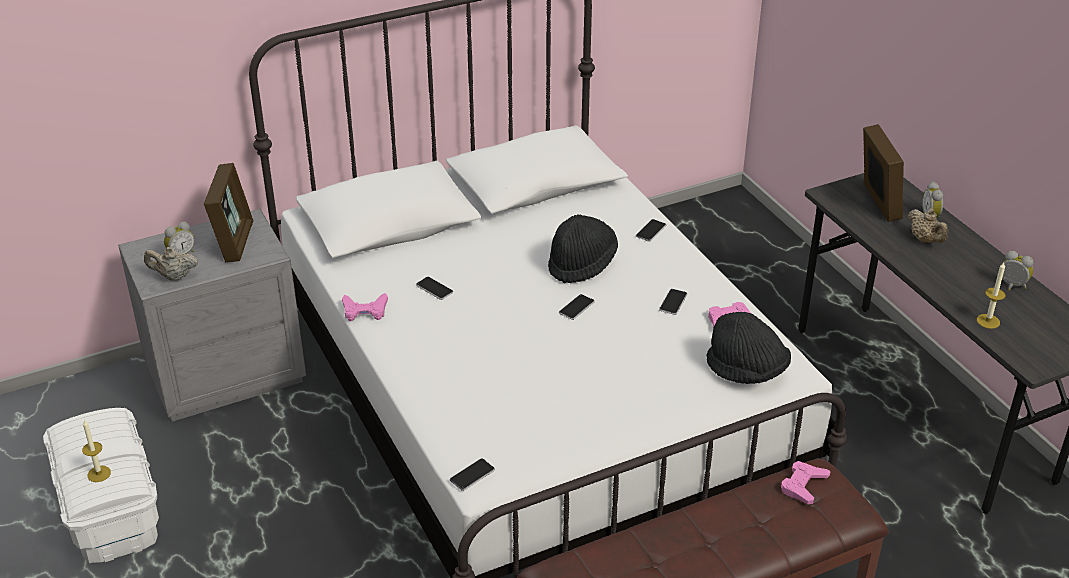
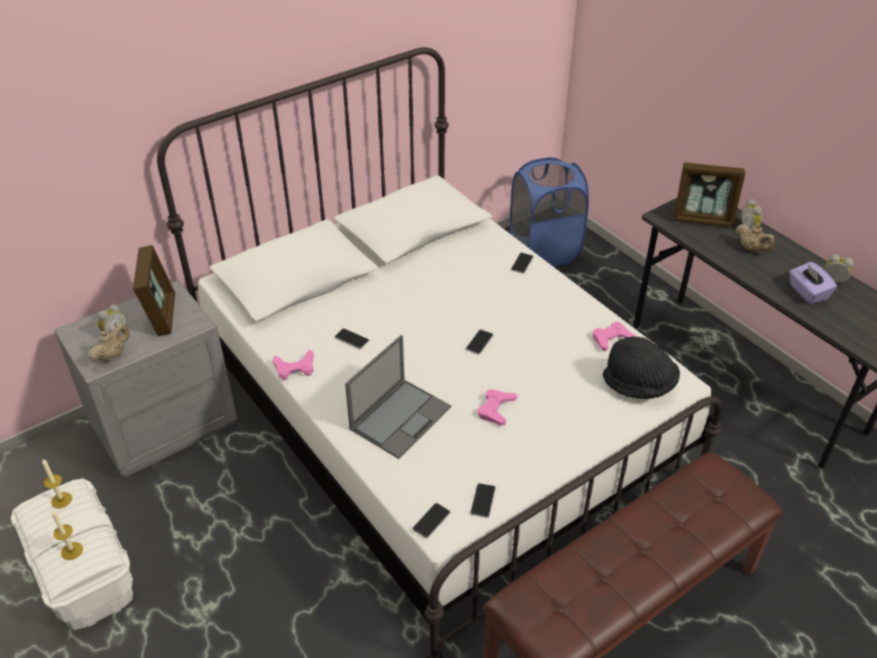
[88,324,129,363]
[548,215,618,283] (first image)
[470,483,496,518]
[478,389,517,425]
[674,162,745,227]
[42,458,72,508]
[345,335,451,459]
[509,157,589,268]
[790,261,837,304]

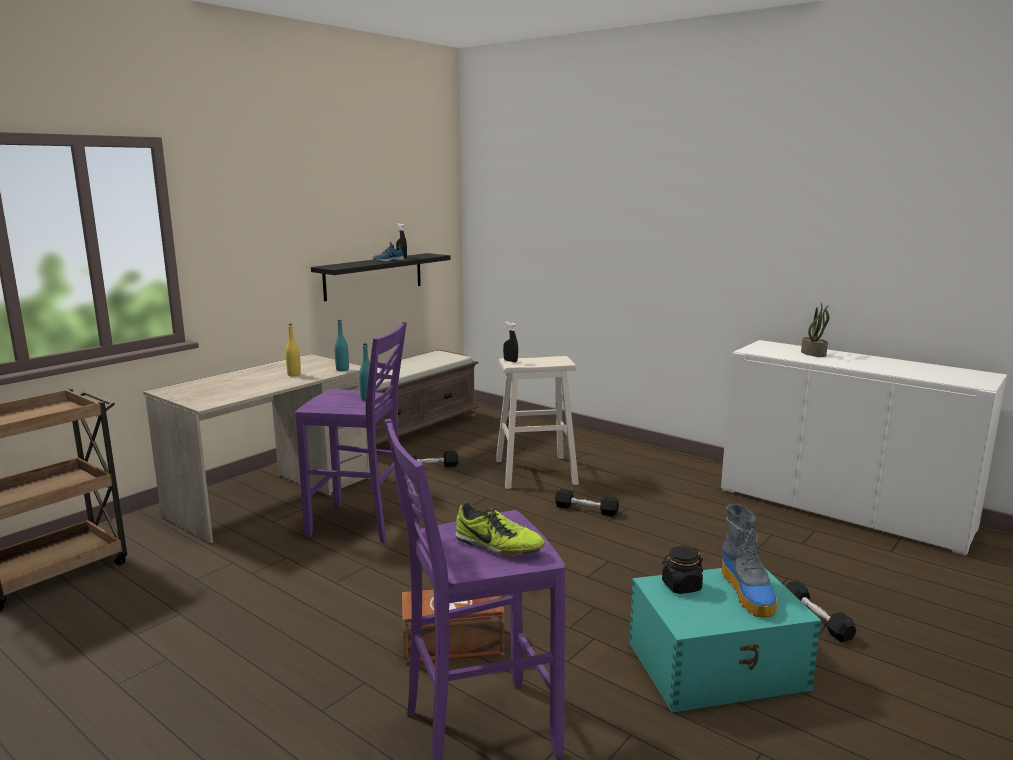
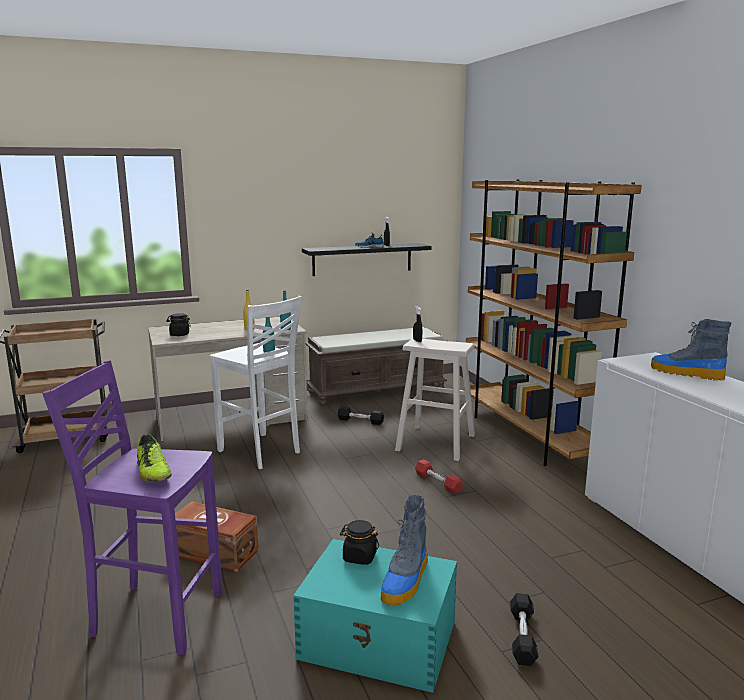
[210,296,302,469]
[415,459,463,494]
[651,319,731,381]
[166,313,191,336]
[466,179,642,466]

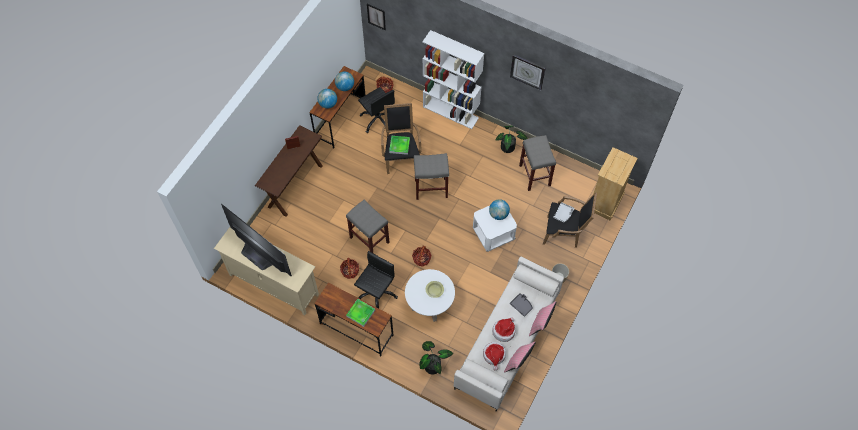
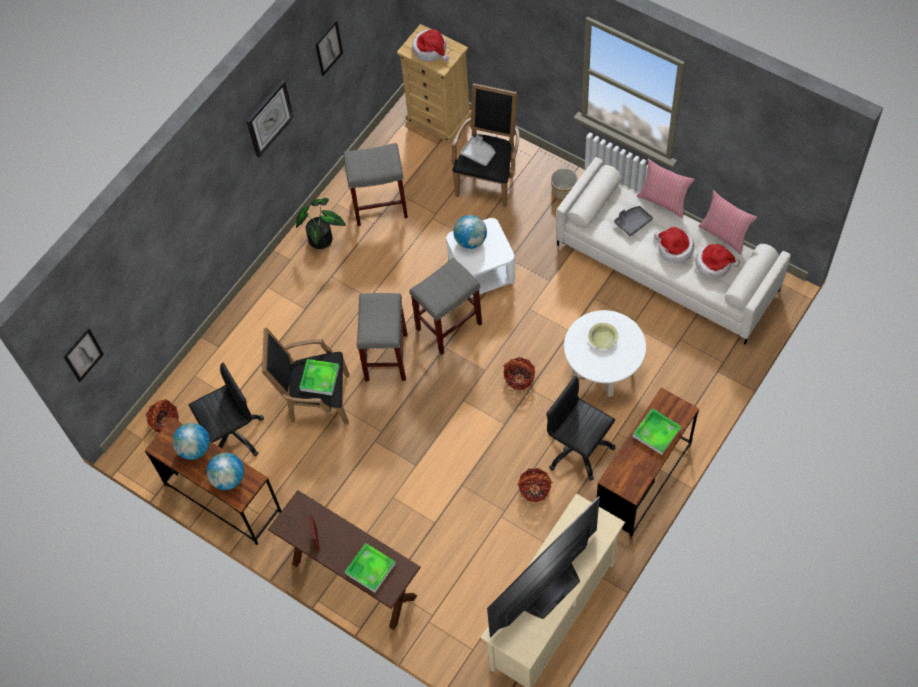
[409,258,482,355]
[419,341,453,375] (first image)
[422,30,484,129] (first image)
[315,20,343,76]
[345,543,396,593]
[412,29,449,62]

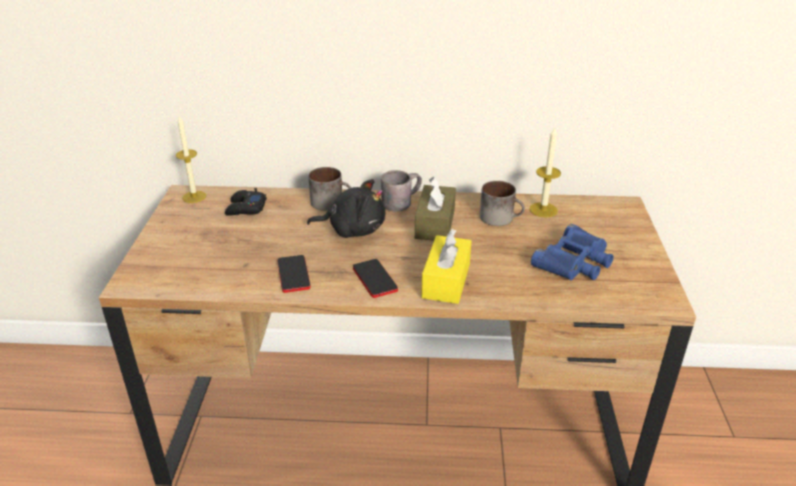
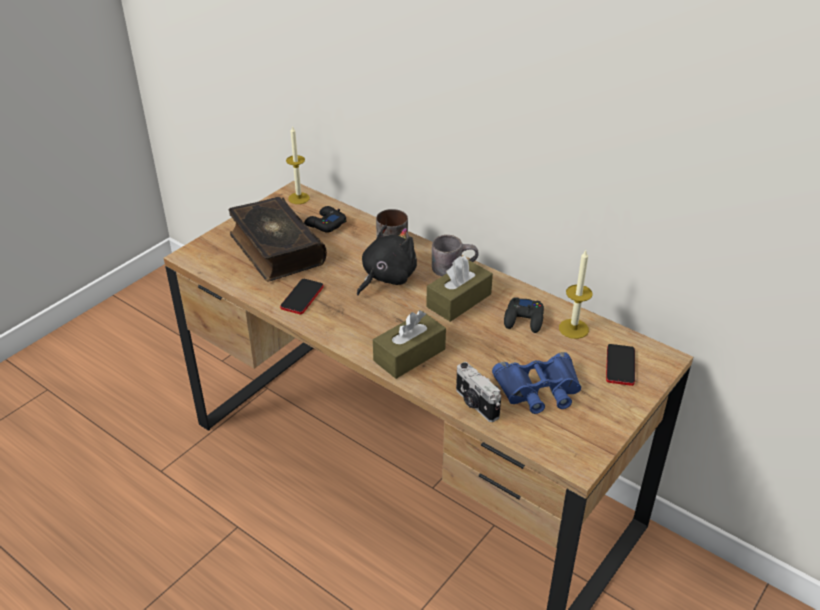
[357,224,417,295]
[606,344,635,386]
[373,310,446,379]
[504,297,544,333]
[228,197,327,281]
[456,362,501,422]

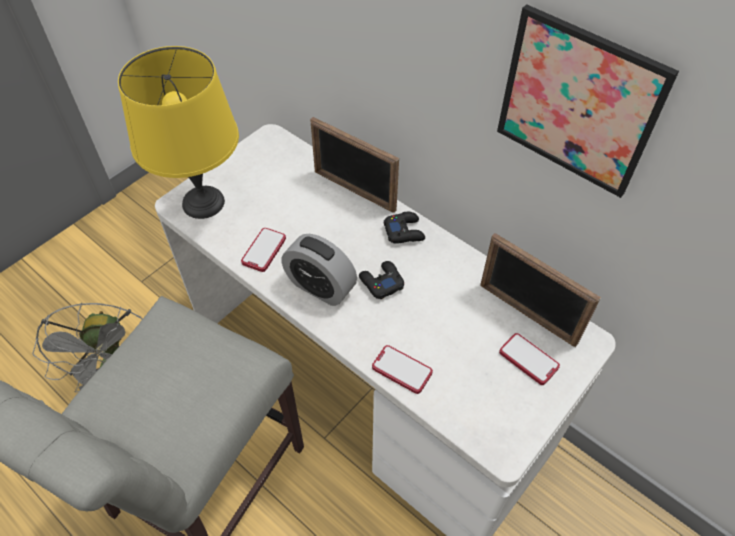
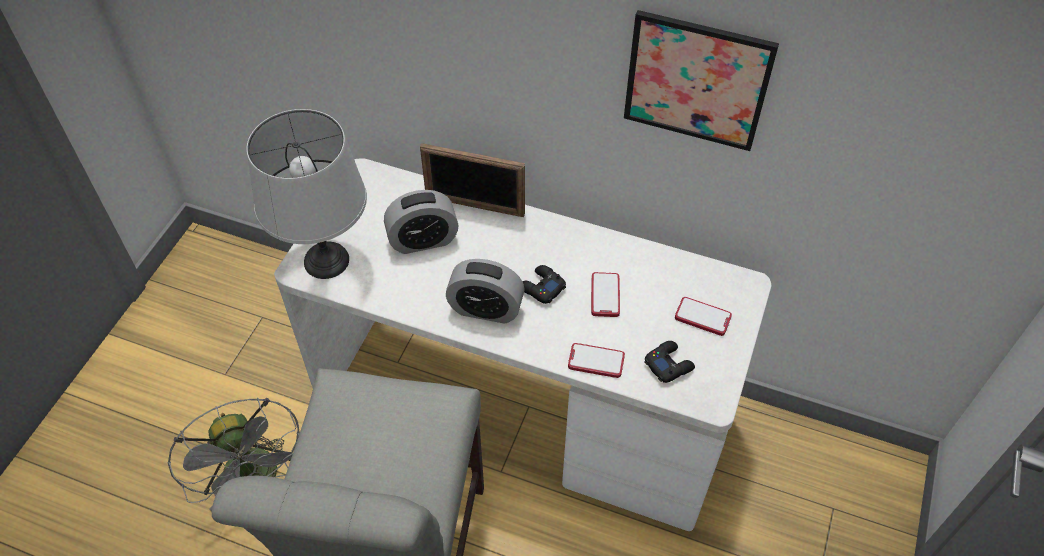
[247,109,367,279]
[591,272,620,317]
[644,341,695,383]
[480,233,601,347] (first image)
[384,190,459,254]

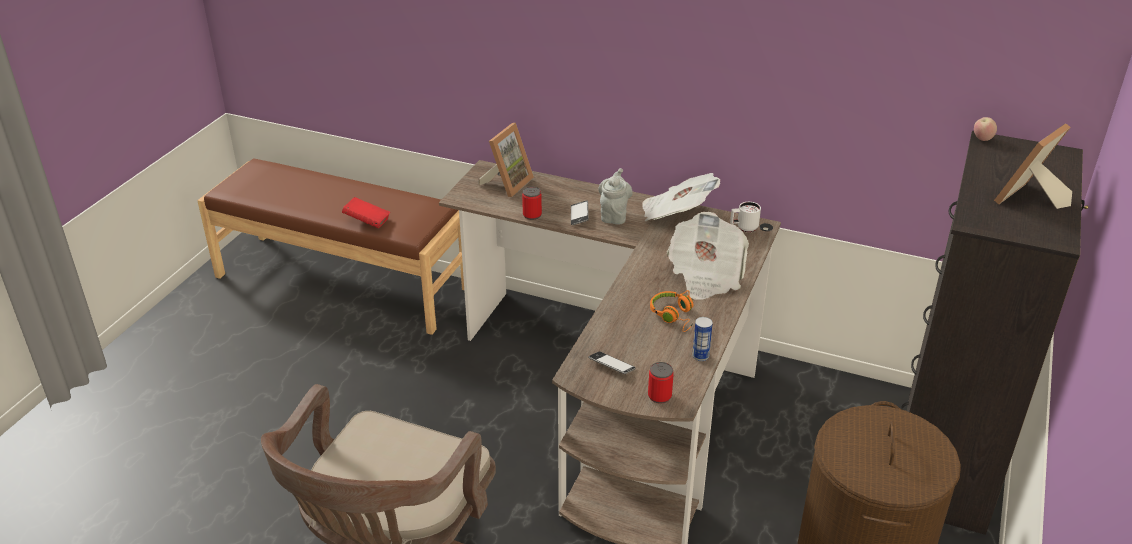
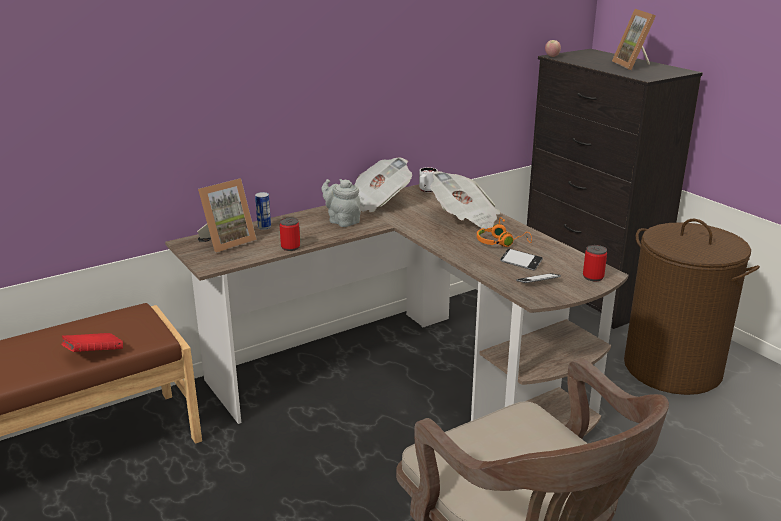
[197,178,257,252]
[500,249,543,270]
[255,192,271,230]

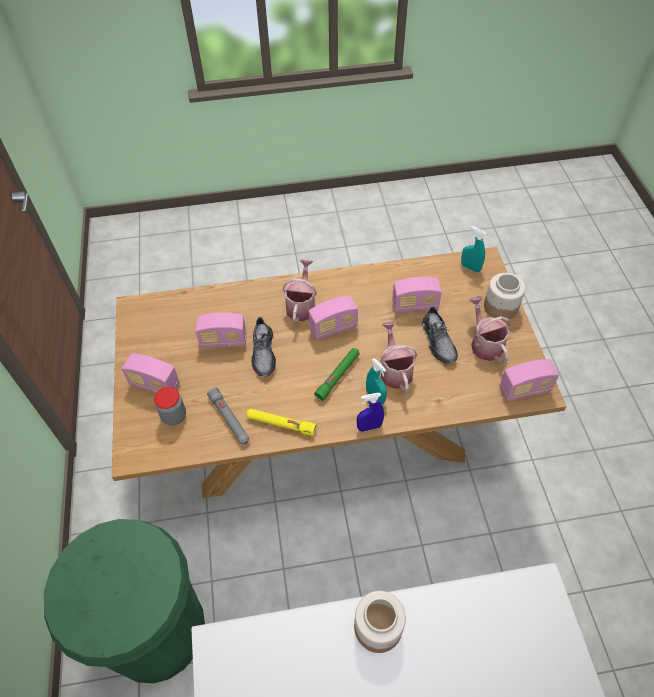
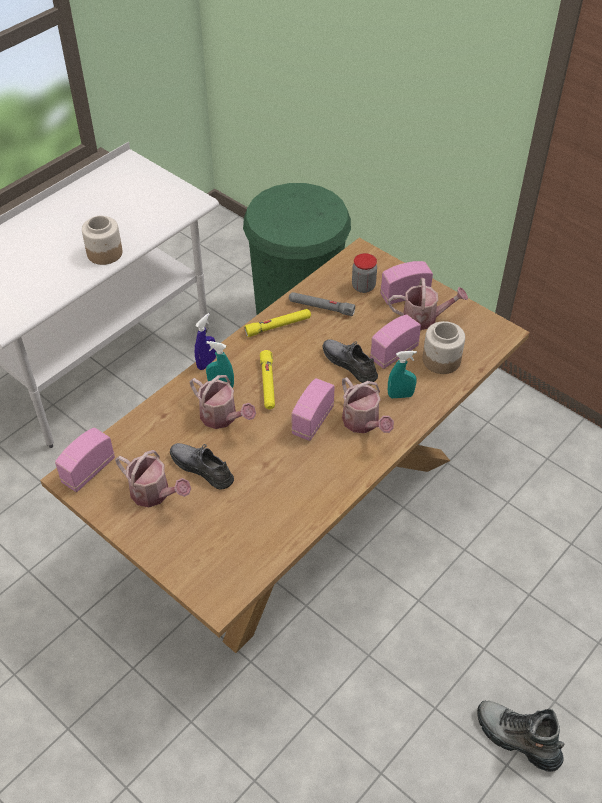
[260,350,275,409]
[392,277,442,313] (first image)
[388,351,417,398]
[423,321,465,374]
[388,278,468,330]
[477,701,564,772]

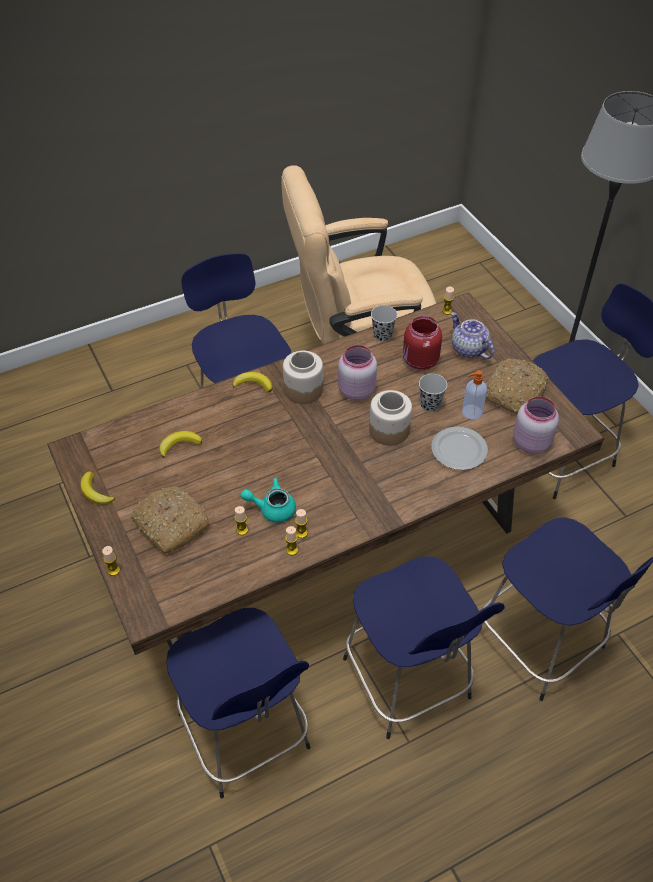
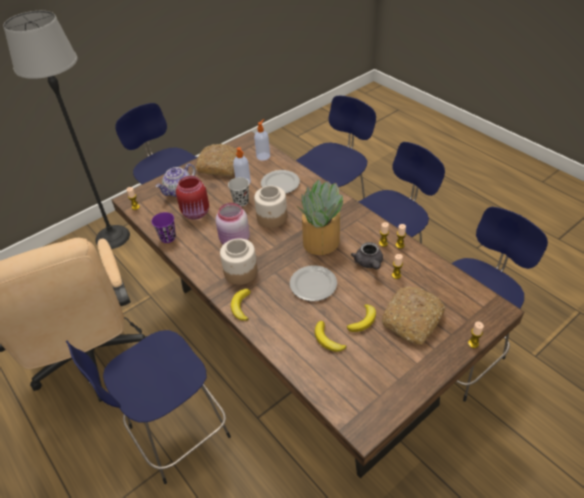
[347,304,376,332]
[351,242,383,270]
[151,212,176,243]
[254,119,270,161]
[290,265,337,301]
[297,180,343,255]

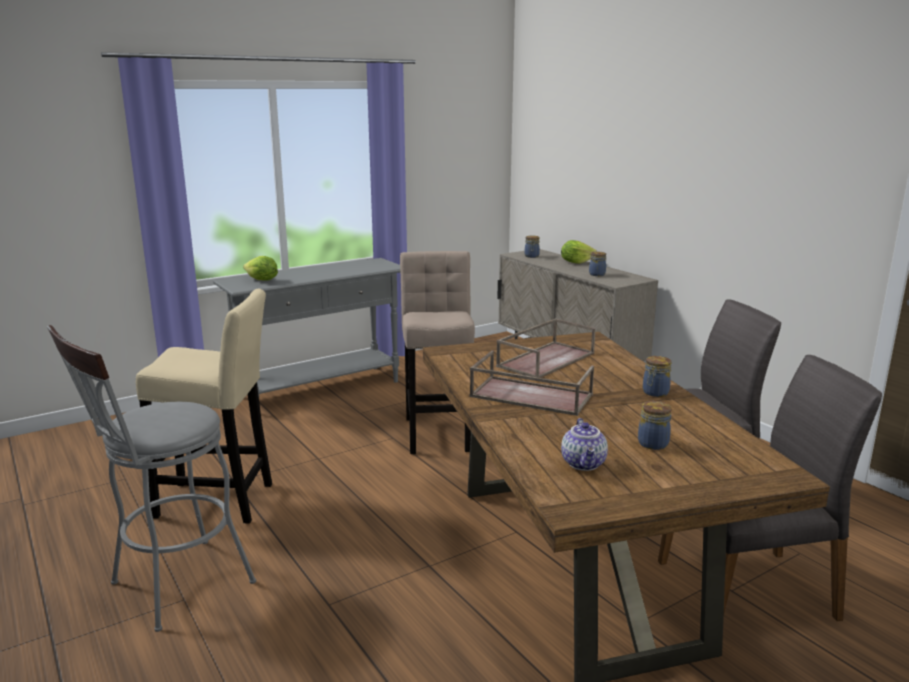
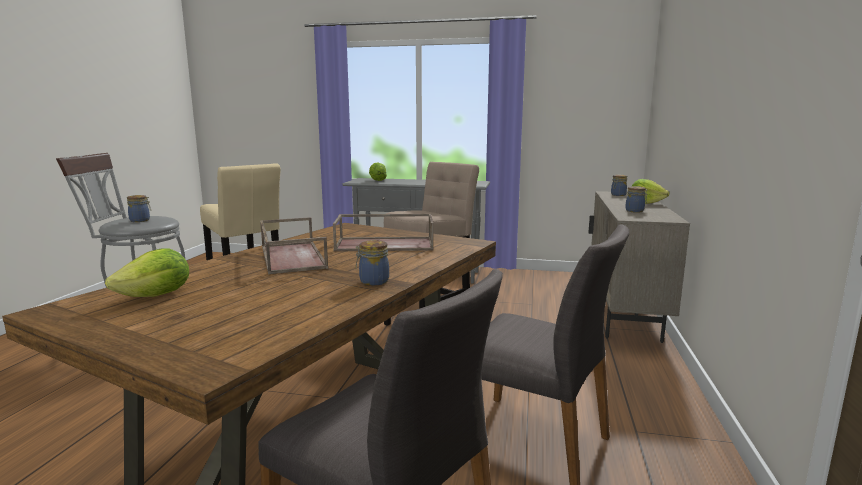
[105,248,189,297]
[127,195,151,222]

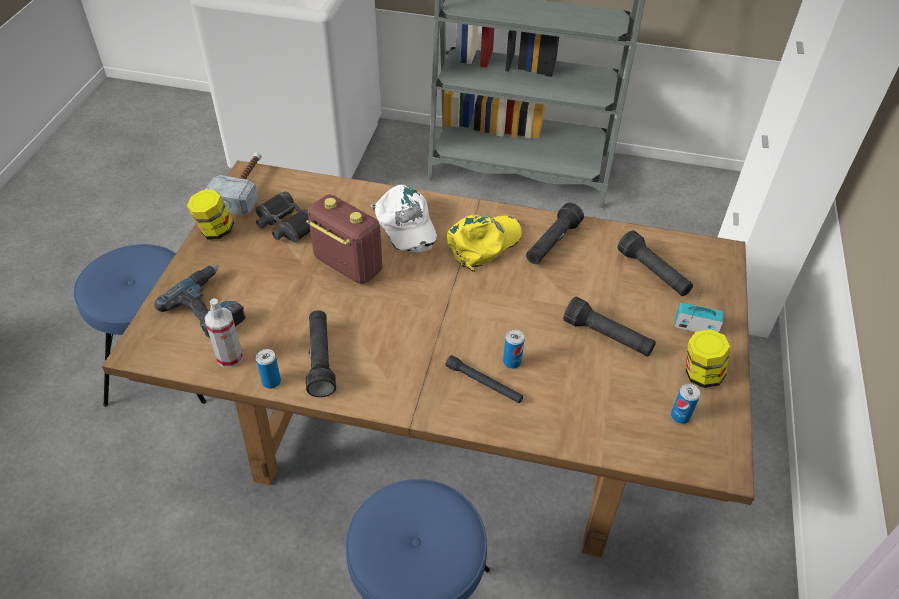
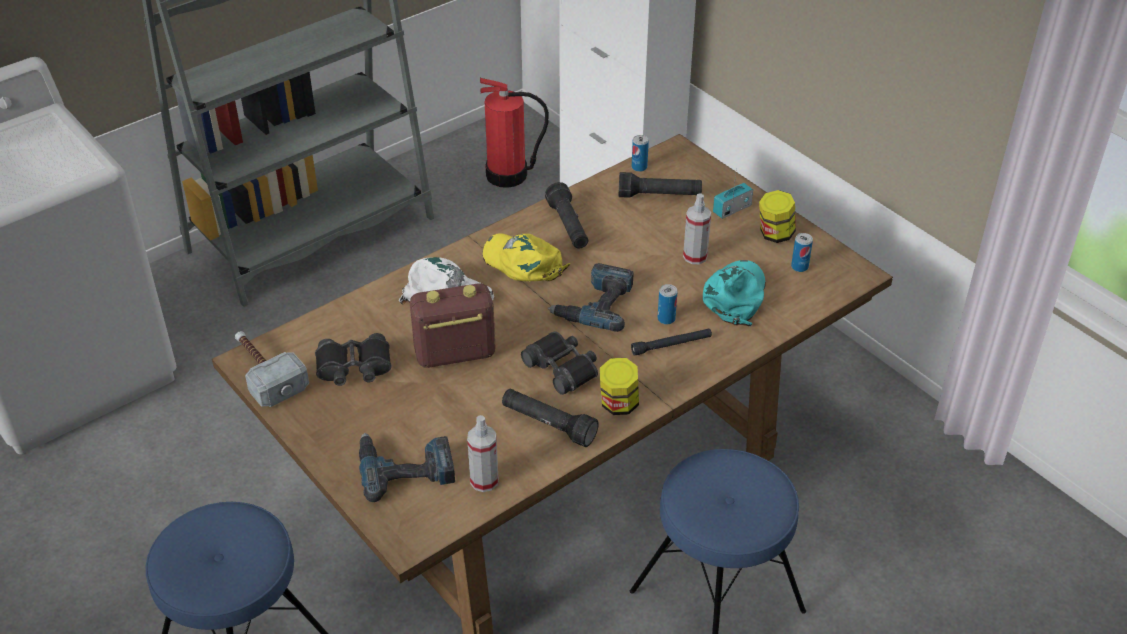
[600,358,639,415]
[632,135,649,172]
[483,233,570,282]
[683,193,711,264]
[480,78,549,188]
[521,331,598,395]
[547,263,634,332]
[703,260,766,326]

